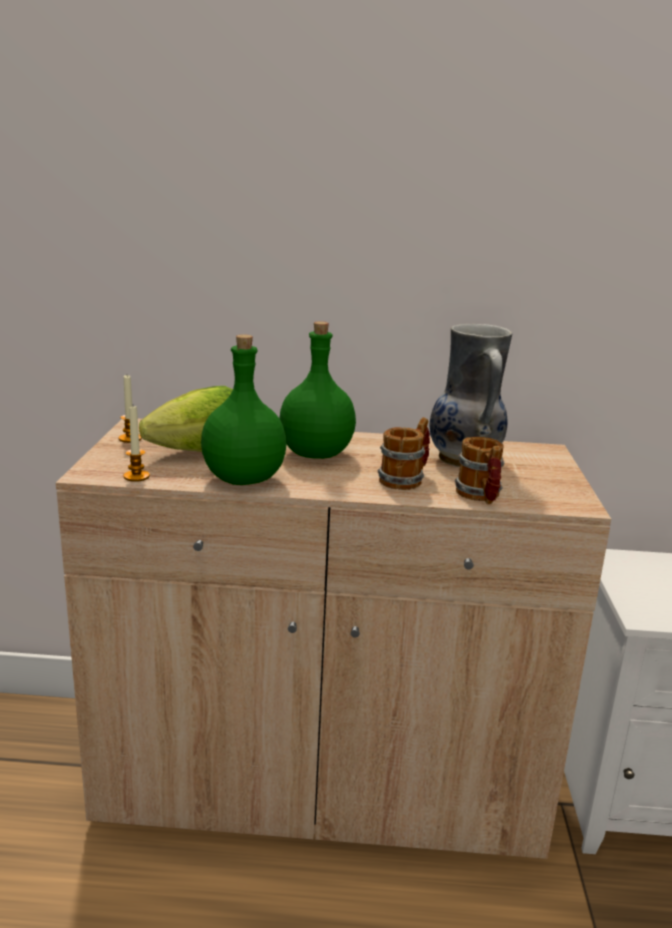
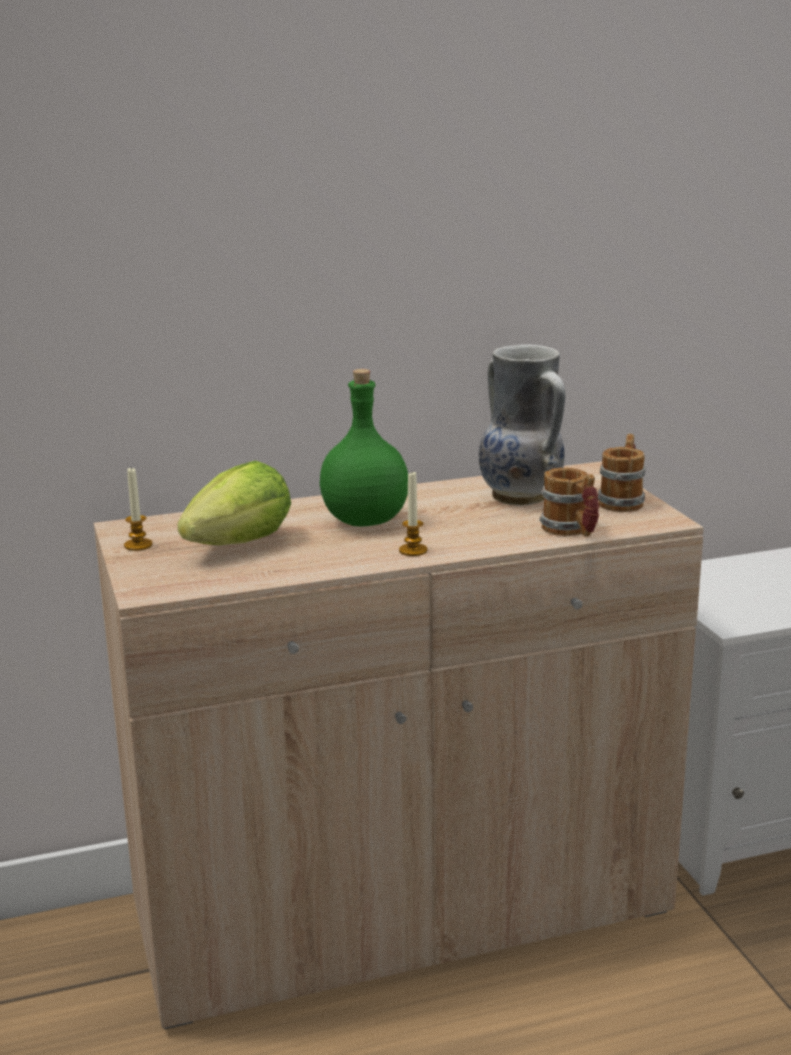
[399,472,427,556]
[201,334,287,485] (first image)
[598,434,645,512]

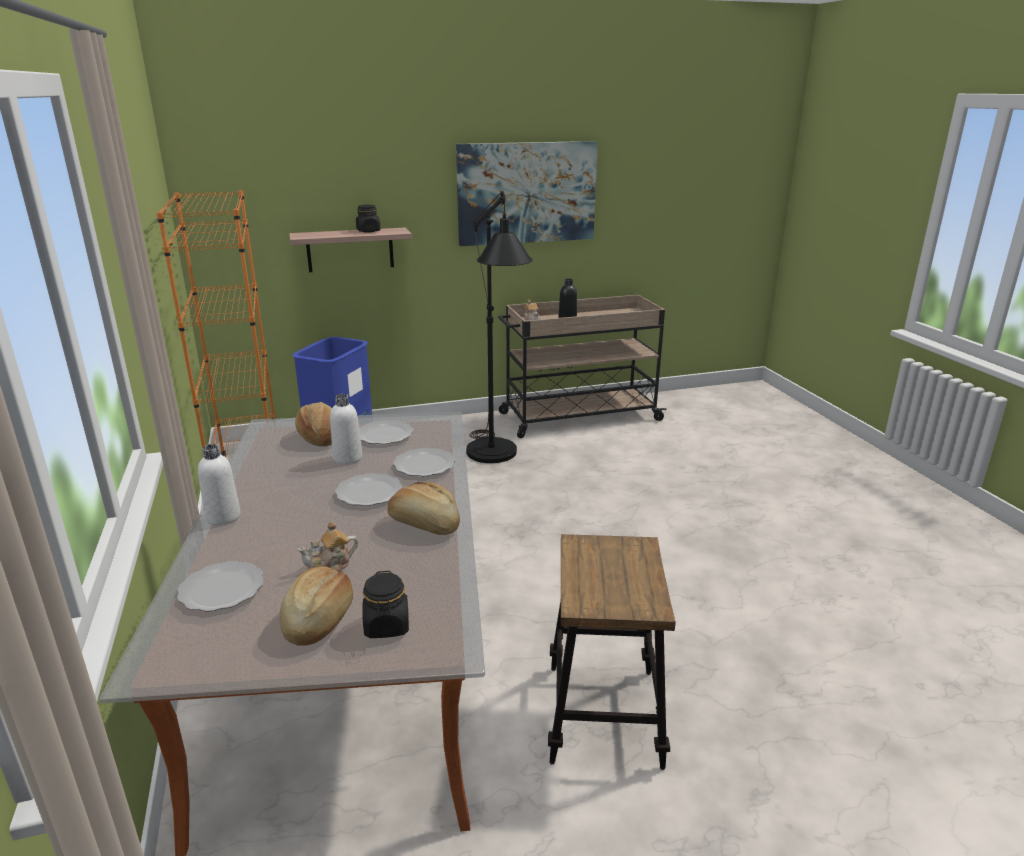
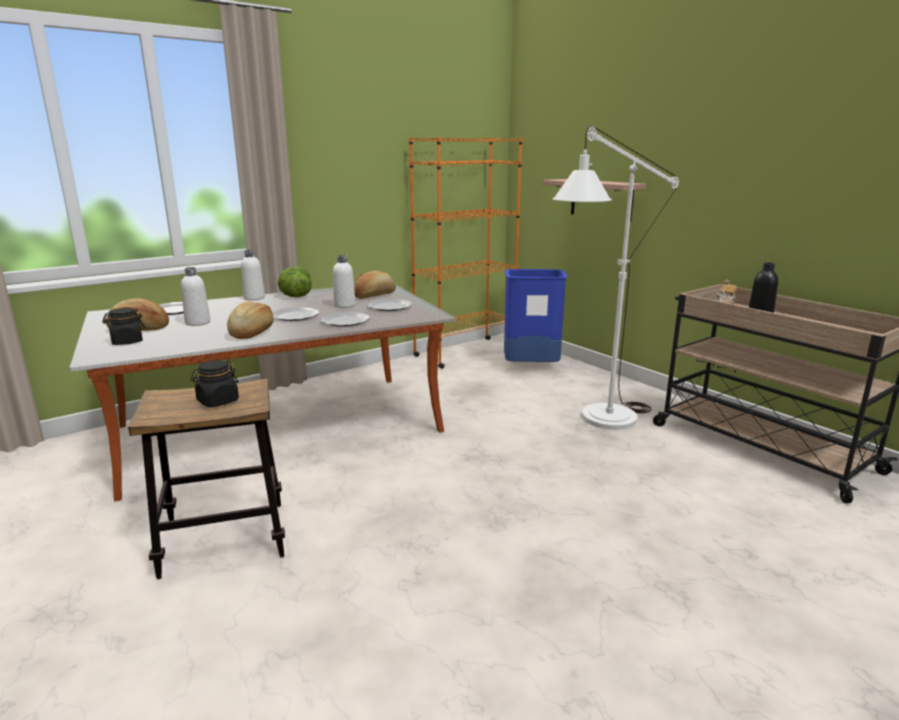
[181,267,210,326]
[191,360,239,407]
[456,141,598,246] (first image)
[552,126,679,430]
[278,267,312,297]

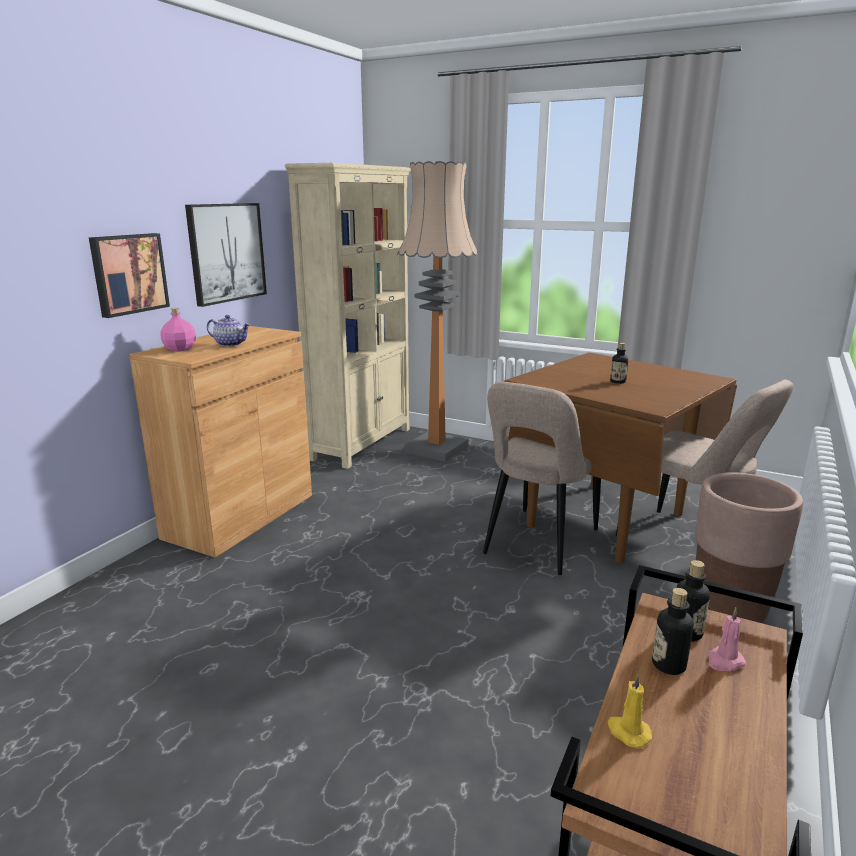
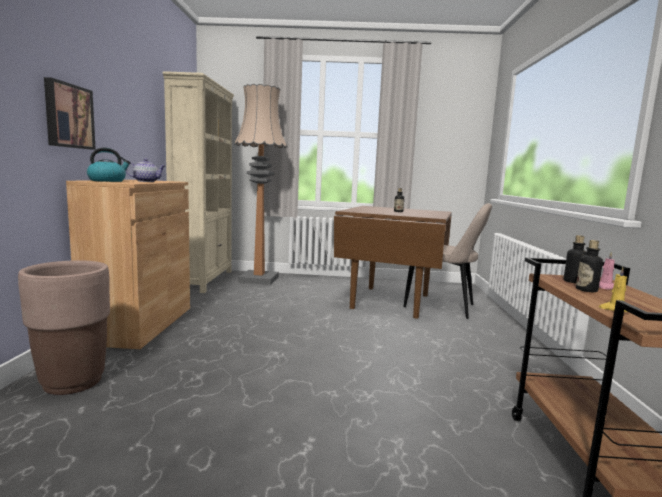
[87,148,131,182]
[185,203,267,307] (first image)
[483,382,601,575] (first image)
[18,260,110,395]

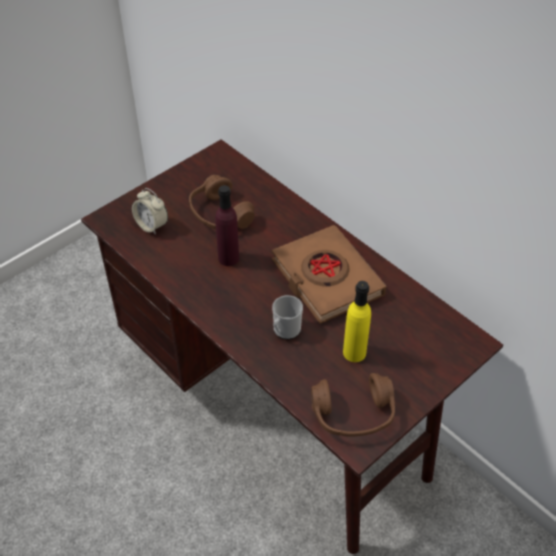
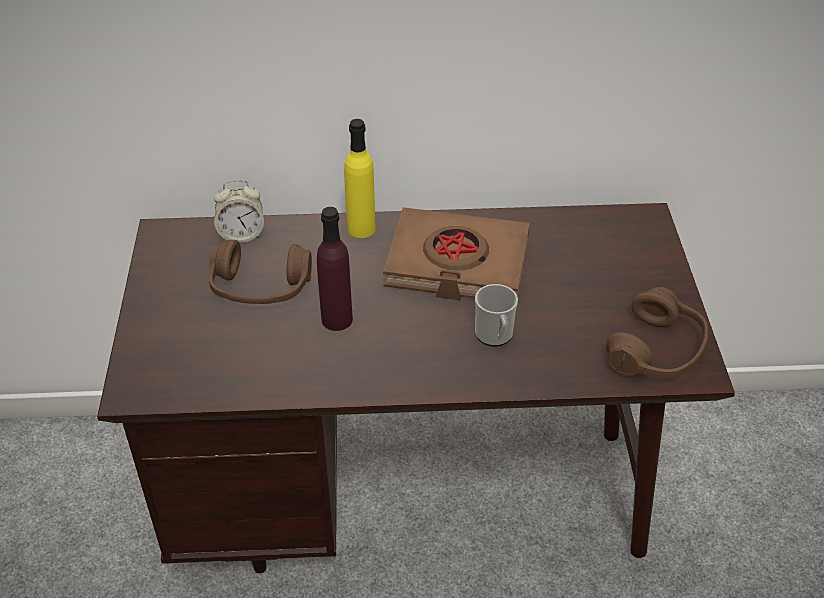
[214,180,264,243]
[344,119,376,238]

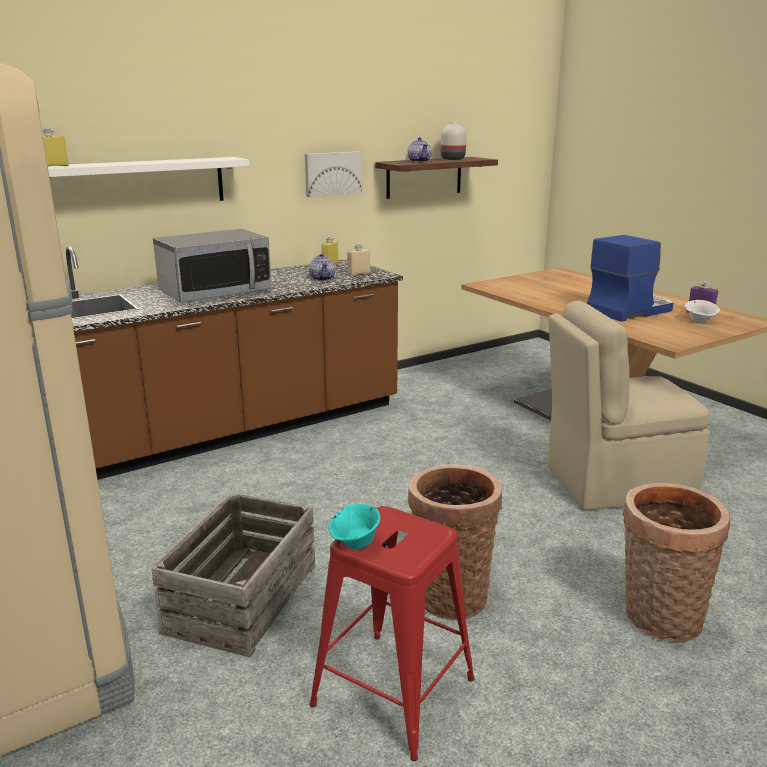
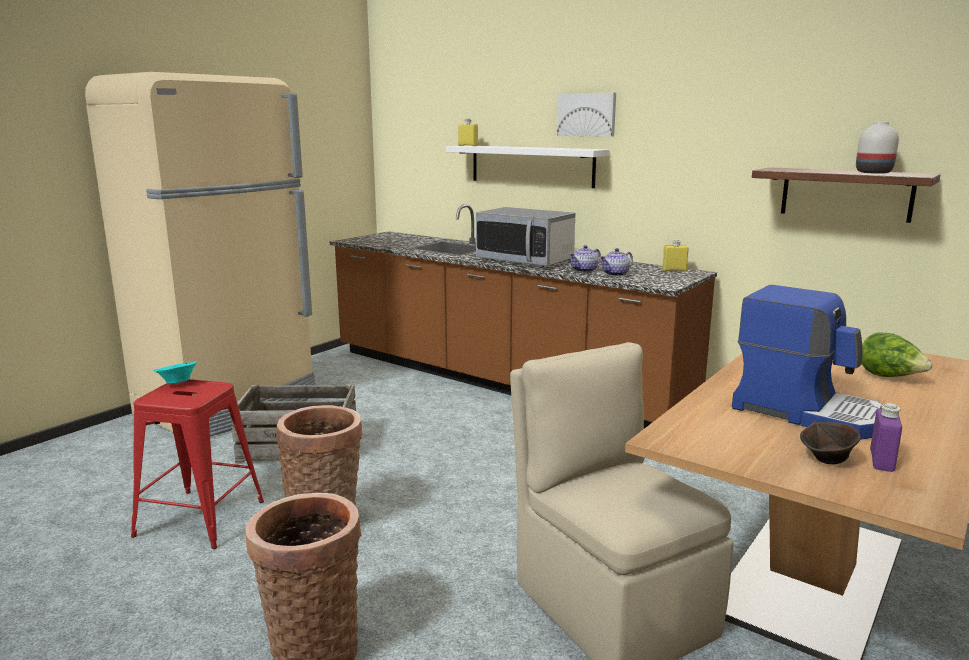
[557,93,616,137]
[347,244,370,276] (first image)
[569,245,601,273]
[800,422,861,464]
[862,332,933,377]

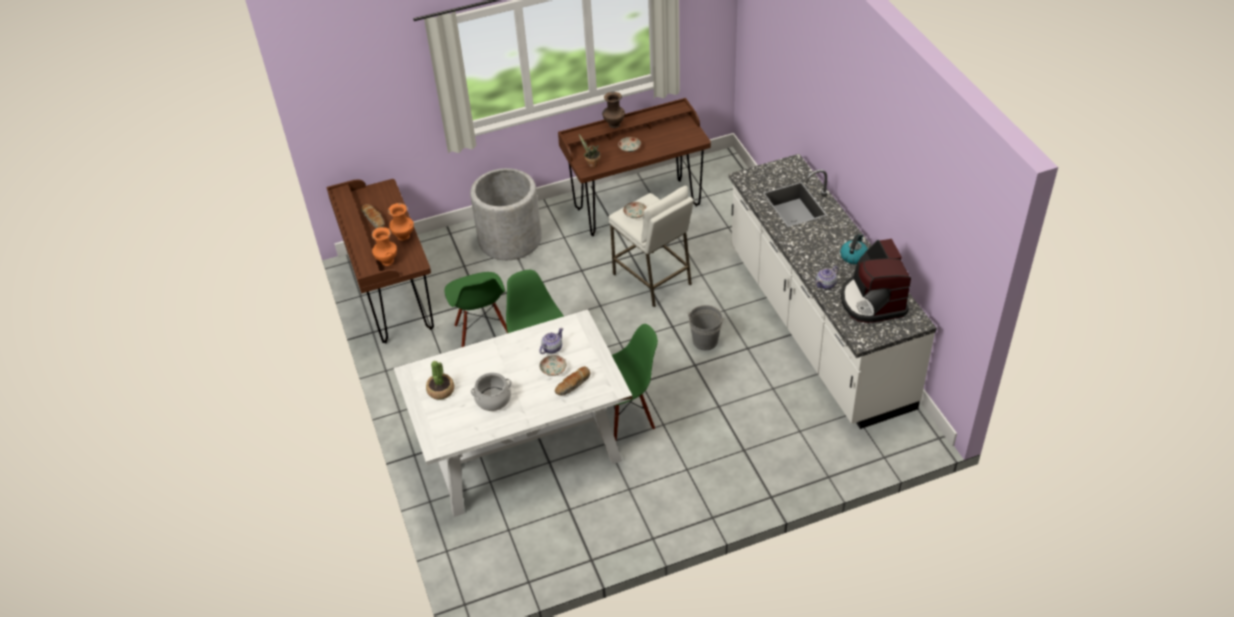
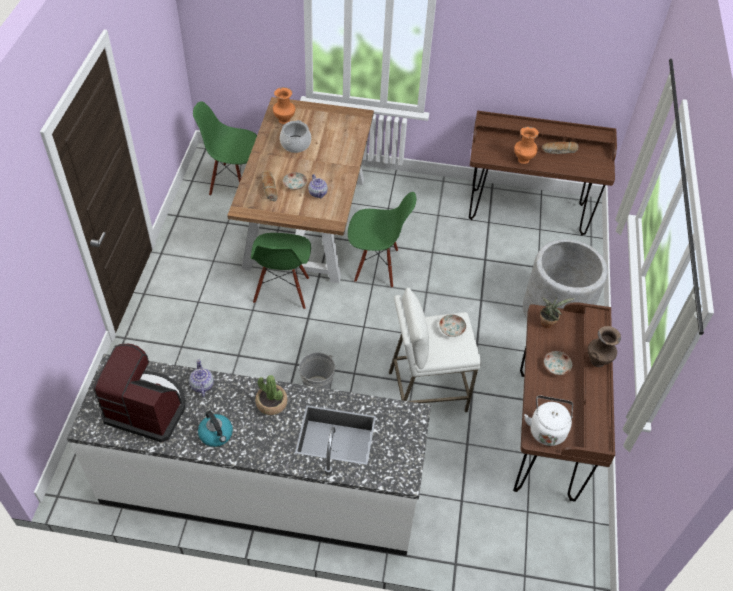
[273,87,295,124]
[227,97,374,283]
[255,375,288,415]
[193,101,257,196]
[524,396,573,446]

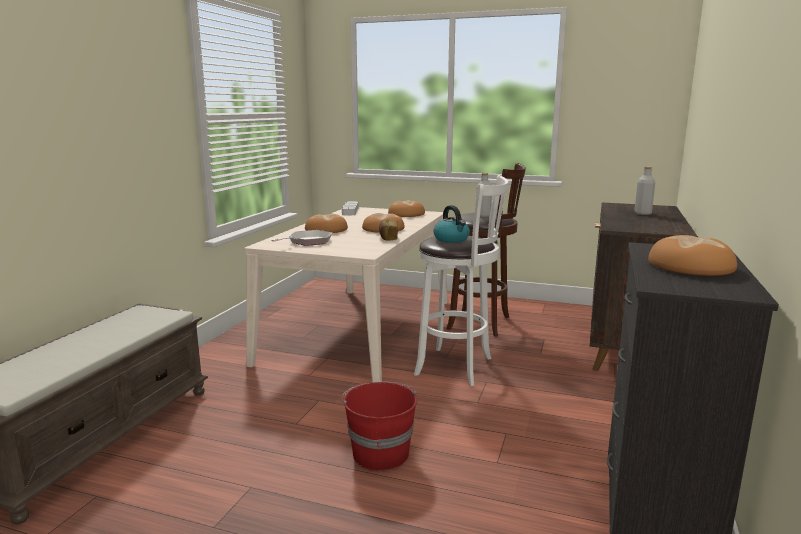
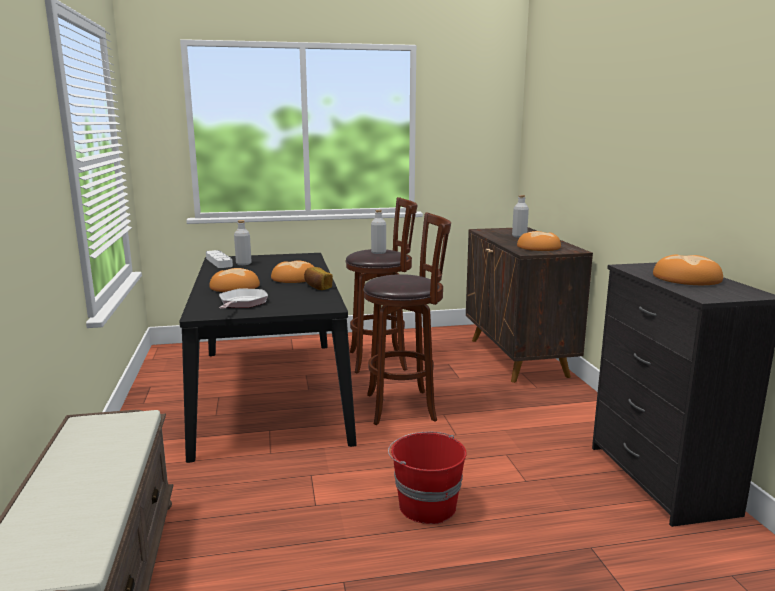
[179,253,357,463]
[517,231,561,251]
[363,213,451,425]
[434,205,470,243] (first image)
[234,220,252,265]

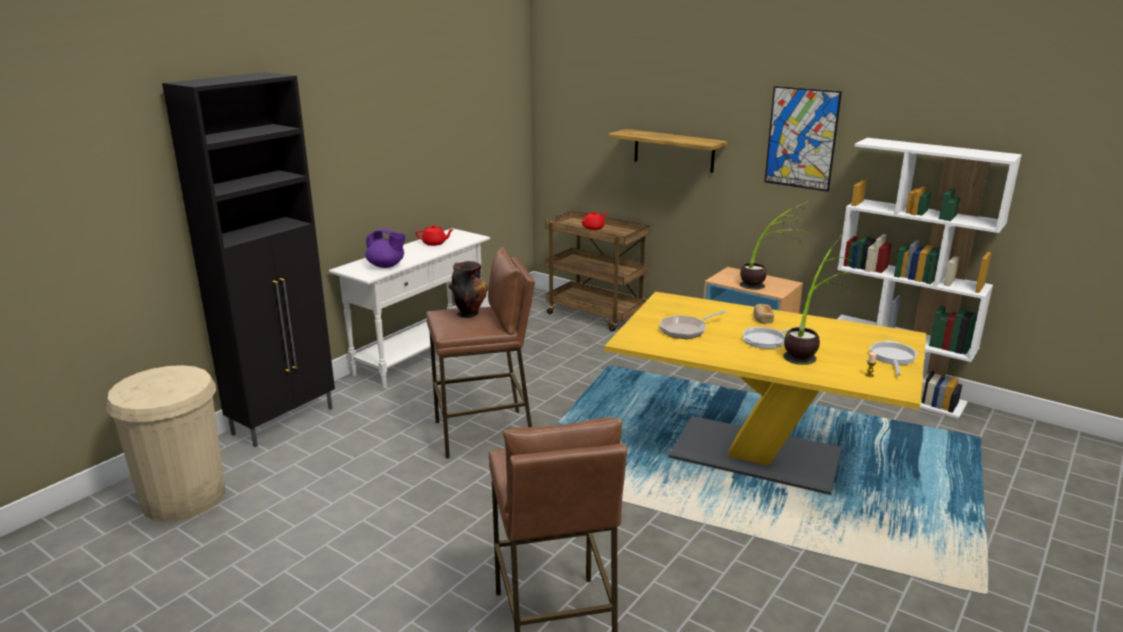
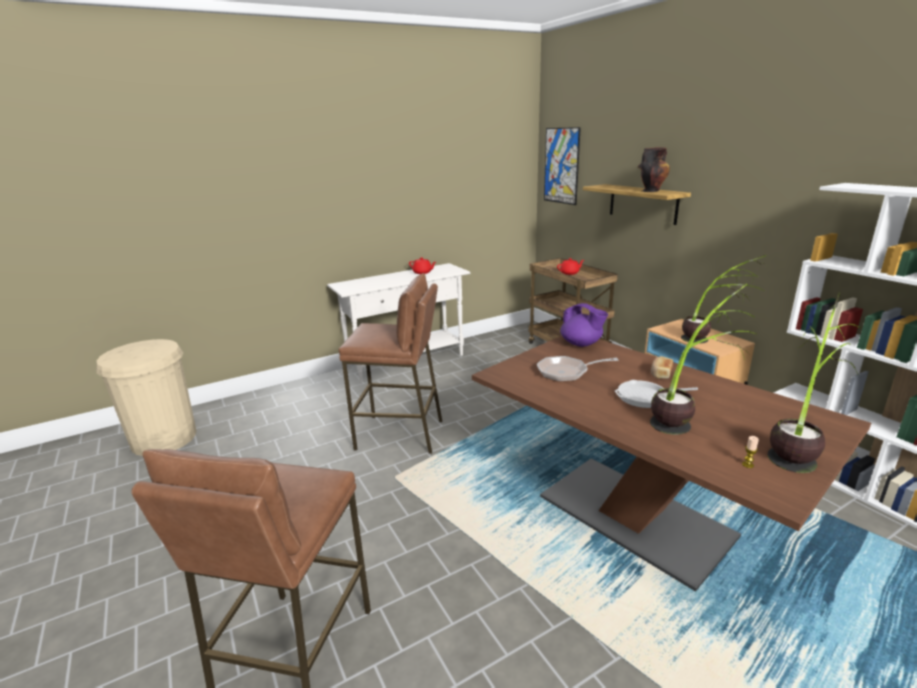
[162,72,335,447] (first image)
[560,303,608,347]
[637,147,670,192]
[472,336,871,592]
[544,127,581,205]
[768,293,861,473]

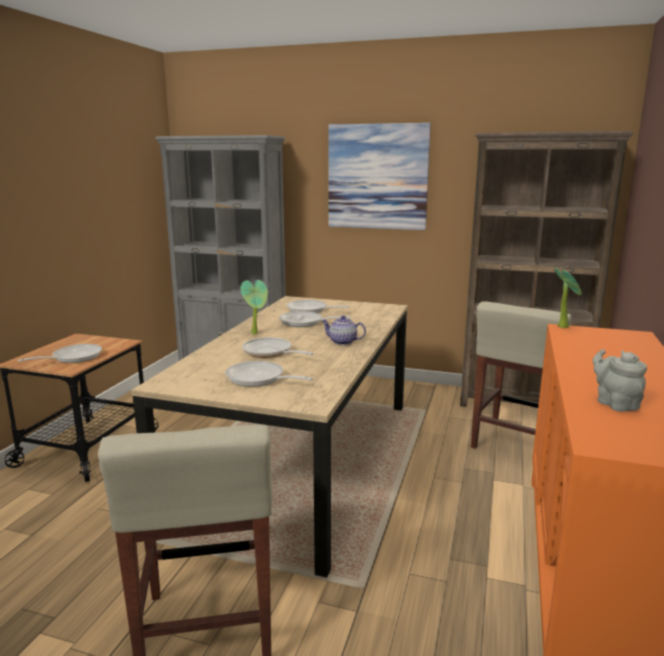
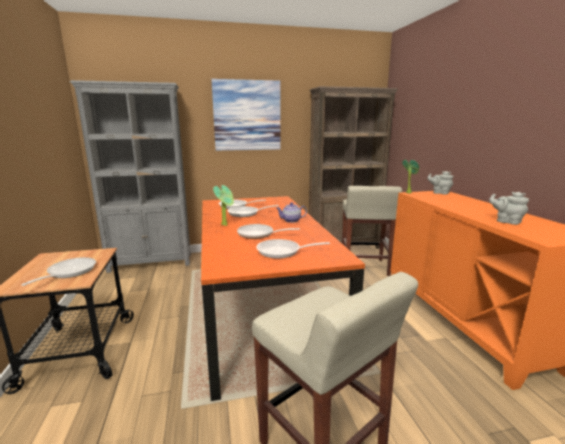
[201,196,365,401]
[427,171,453,194]

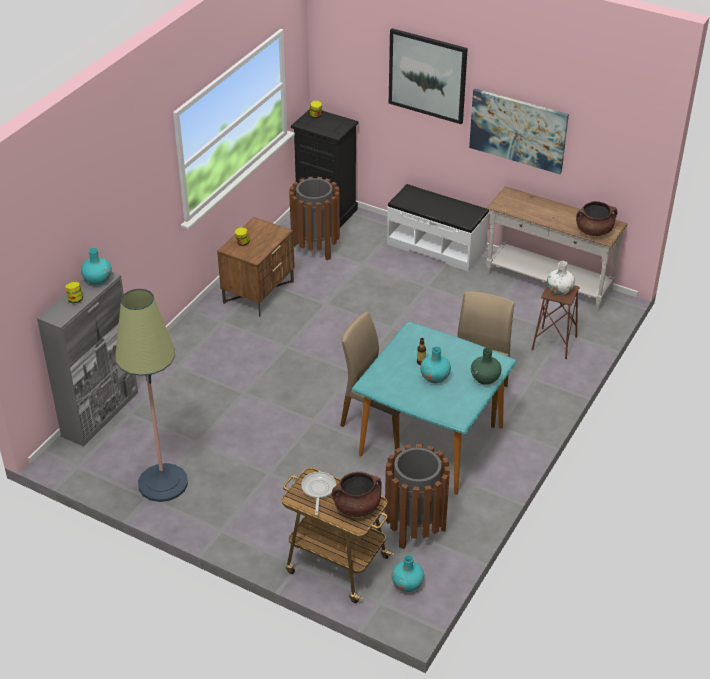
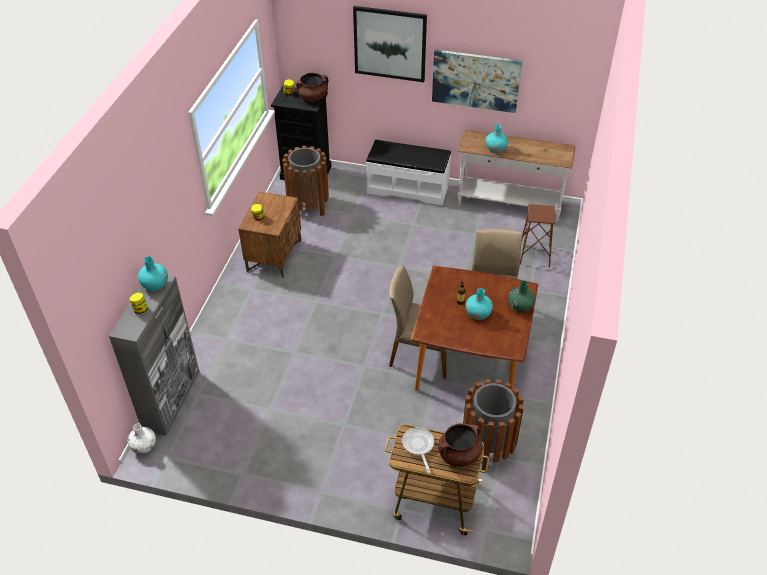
[115,289,188,502] (first image)
[411,266,538,391]
[485,124,508,153]
[127,423,156,454]
[296,73,328,101]

